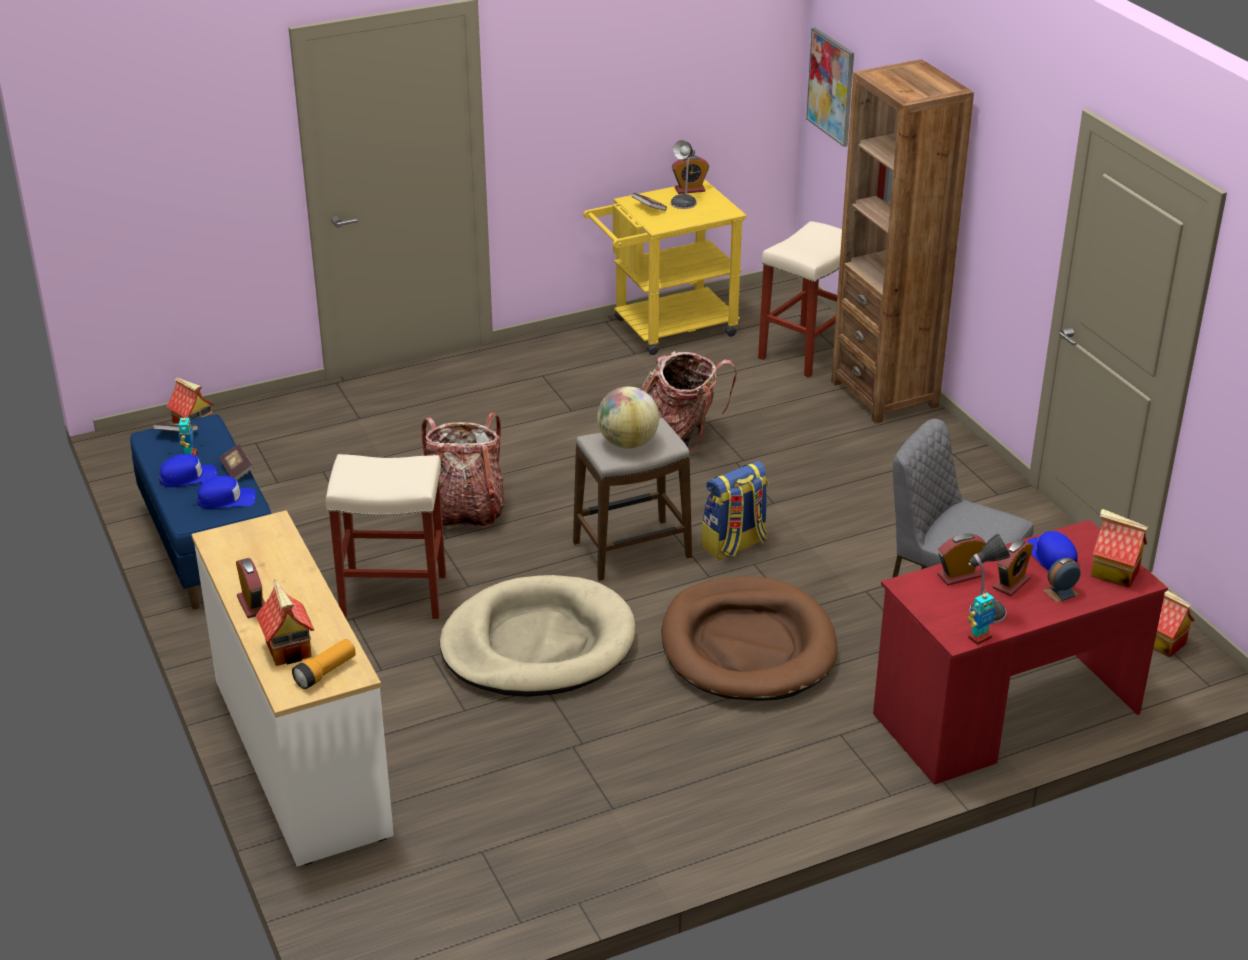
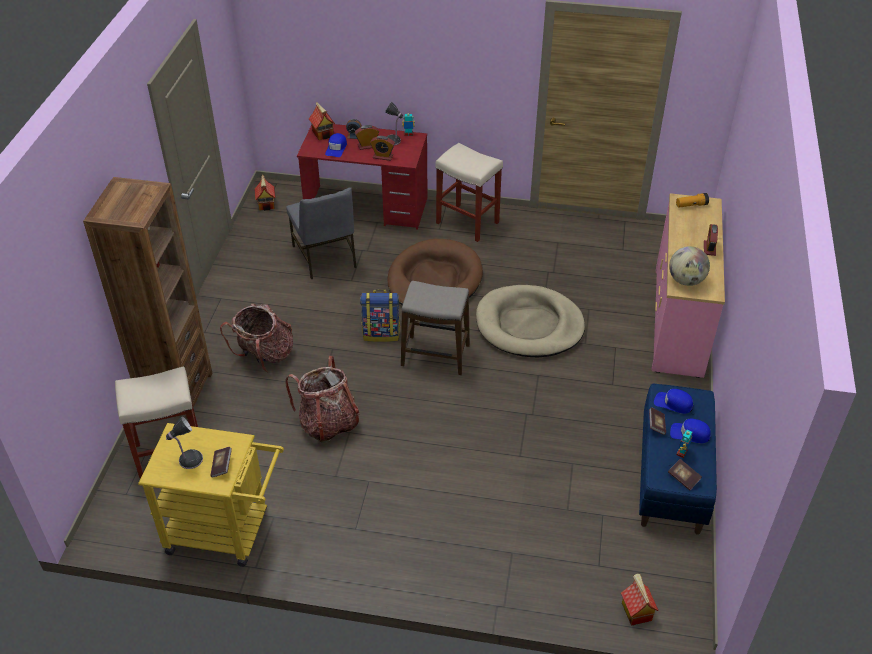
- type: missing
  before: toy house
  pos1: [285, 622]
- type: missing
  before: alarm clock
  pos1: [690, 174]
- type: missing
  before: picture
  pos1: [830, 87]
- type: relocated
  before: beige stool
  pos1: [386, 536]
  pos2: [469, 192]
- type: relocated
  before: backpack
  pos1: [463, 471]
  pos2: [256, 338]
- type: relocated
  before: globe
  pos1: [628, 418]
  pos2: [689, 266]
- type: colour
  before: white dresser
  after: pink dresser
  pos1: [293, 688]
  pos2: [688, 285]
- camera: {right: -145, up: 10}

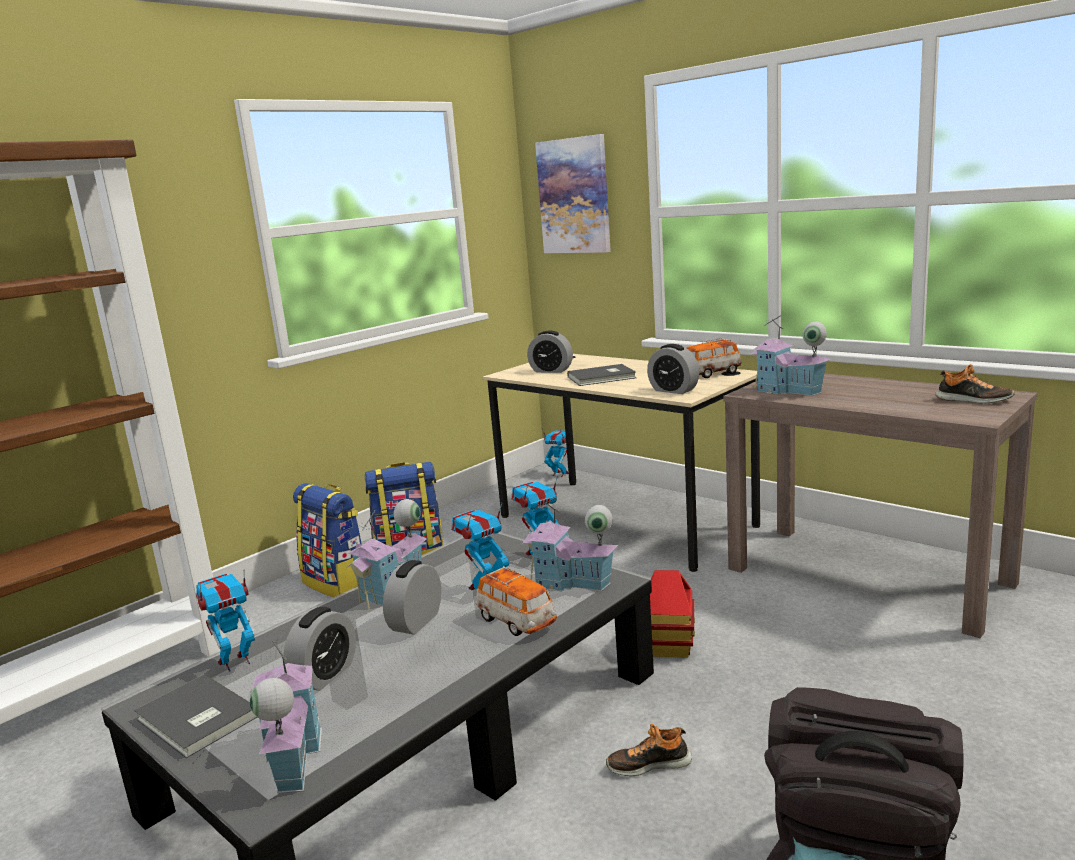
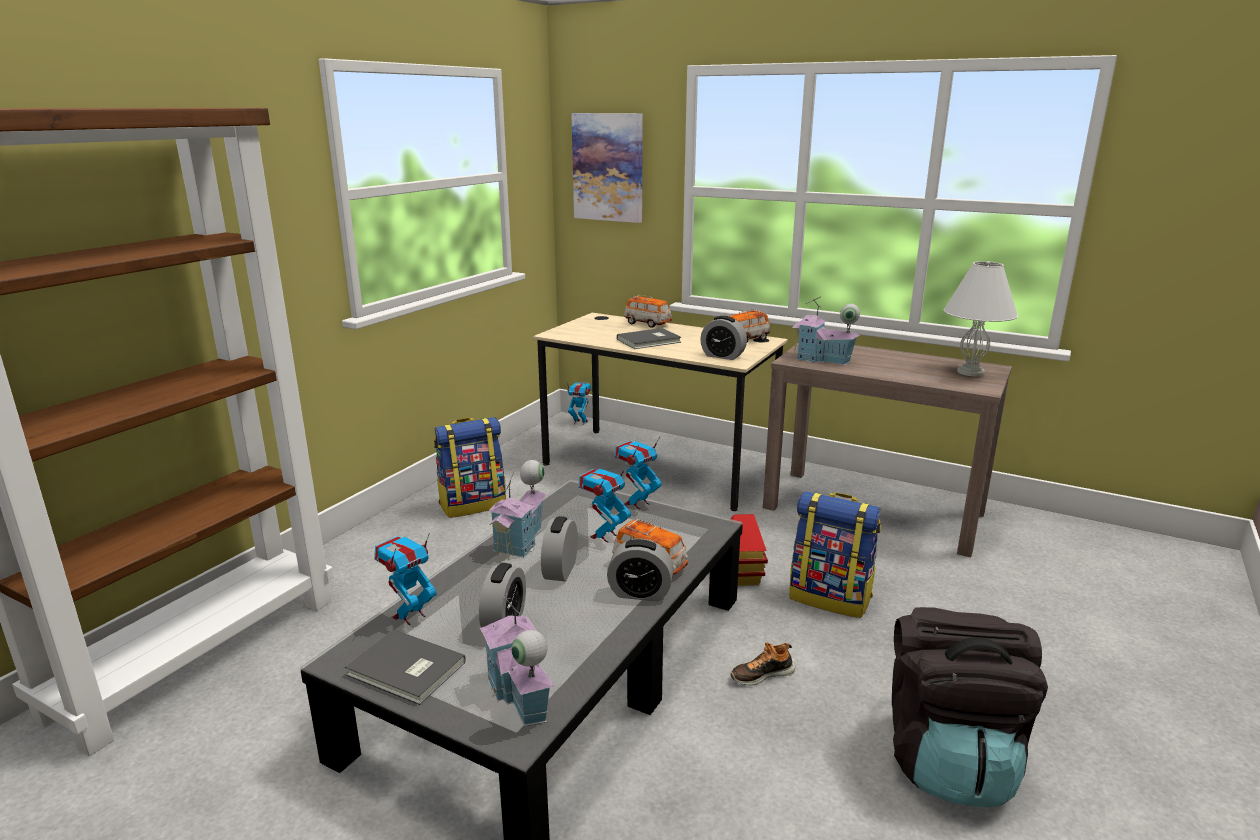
- type: missing
  before: toy house
  pos1: [570, 545]
- type: appeared
  after: toy car
  pos2: [648, 311]
- type: relocated
  before: backpack
  pos1: [327, 540]
  pos2: [835, 554]
- type: relocated
  before: alarm clock
  pos1: [550, 351]
  pos2: [640, 570]
- type: exchanged
  before: shoe
  after: white table lamp
  pos1: [975, 384]
  pos2: [981, 318]
- camera: {right: -15, up: 5}

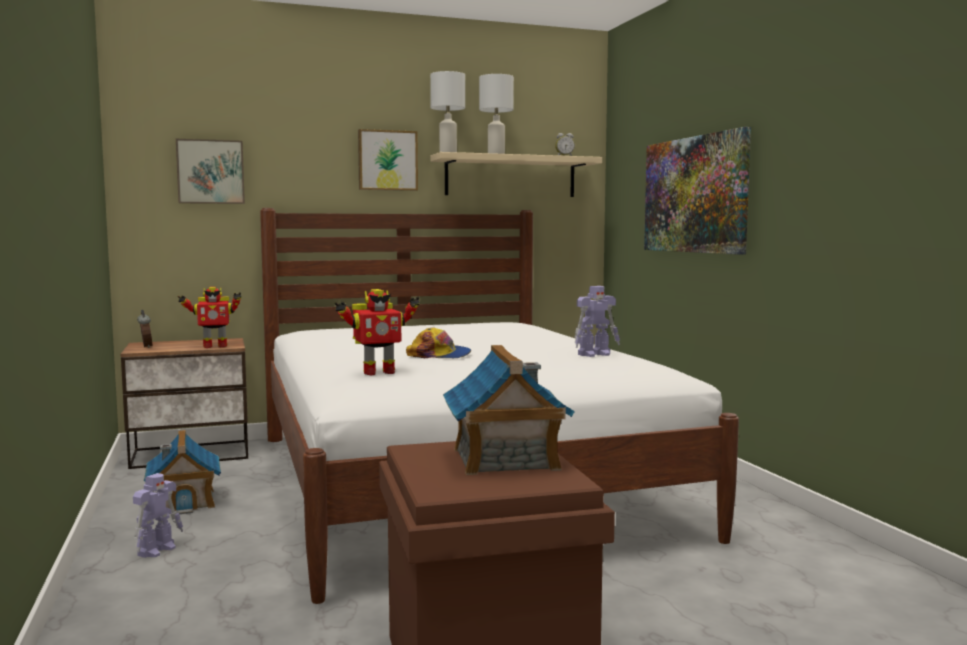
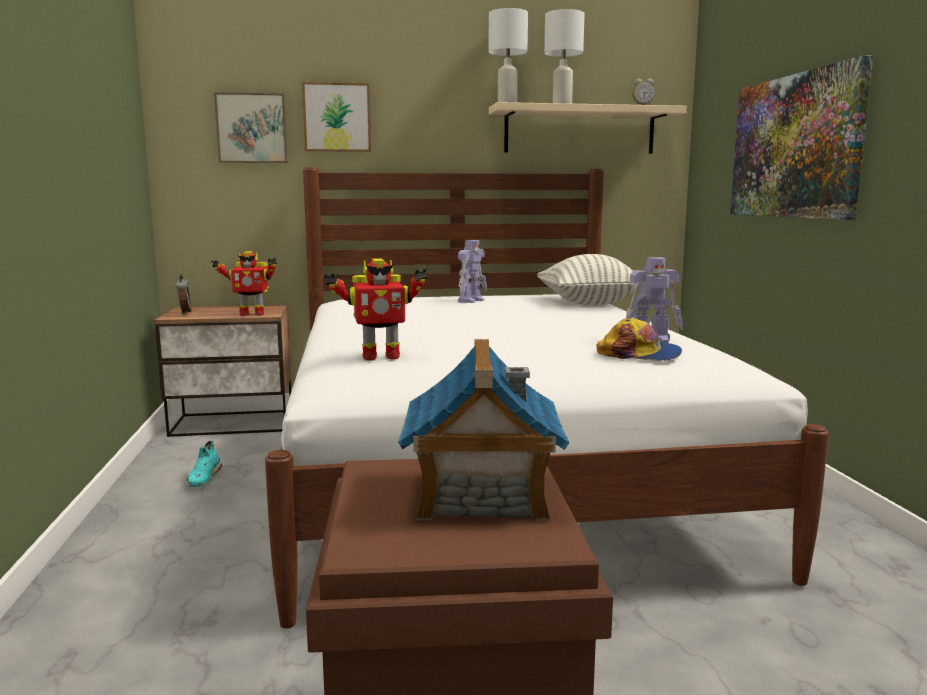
- type: appeared
  after: pillow
  pos2: [586, 279]
- type: relocated
  before: toy robot
  pos1: [158, 515]
  pos2: [472, 271]
- type: relocated
  before: picture
  pos1: [388, 160]
  pos2: [336, 117]
- type: relocated
  before: cap
  pos1: [438, 342]
  pos2: [639, 339]
- type: exchanged
  before: toy house
  after: turquoise shoe
  pos1: [182, 472]
  pos2: [203, 464]
- camera: {right: 10, up: 5}

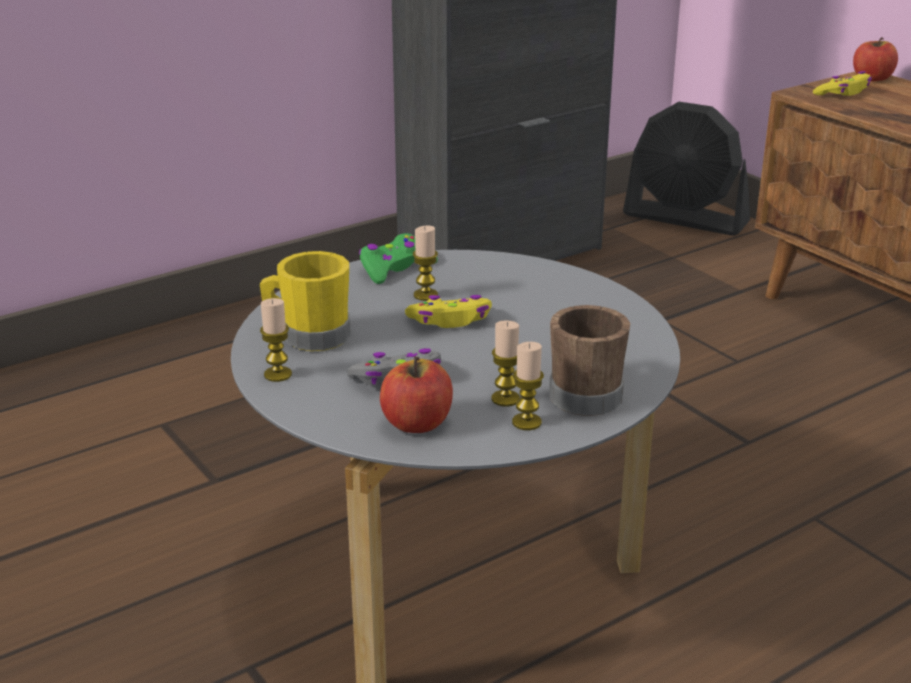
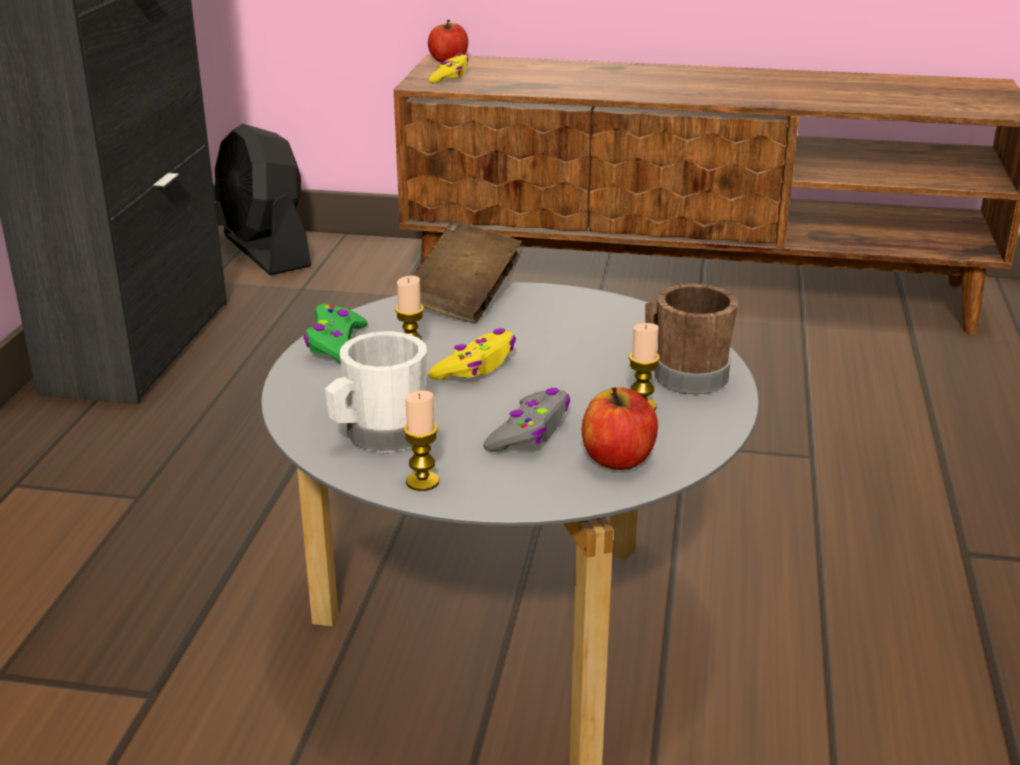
- type: missing
  before: candle
  pos1: [528, 386]
- type: appeared
  after: brown book
  pos2: [467, 271]
- type: colour
  before: yellow mug
  after: white mug
  pos1: [305, 301]
  pos2: [376, 391]
- type: spun
  before: black fan
  pos1: [686, 169]
  pos2: [263, 199]
  turn: 75
- camera: {right: -45, up: 0}

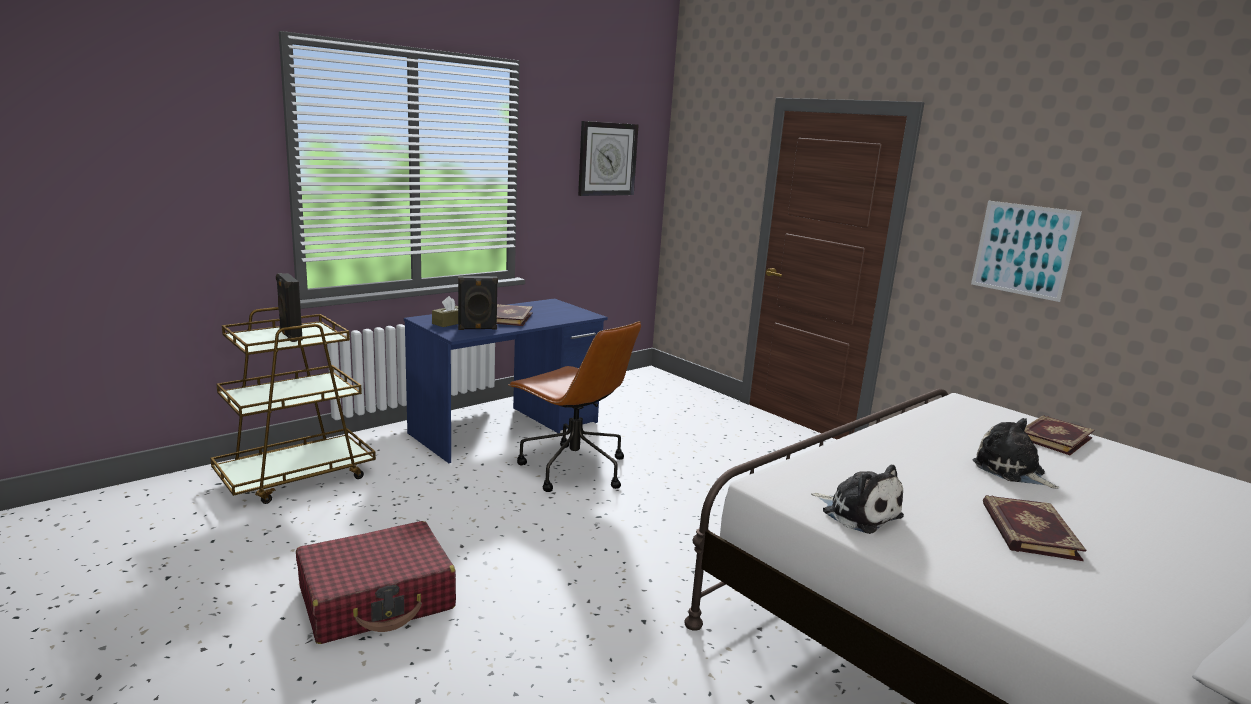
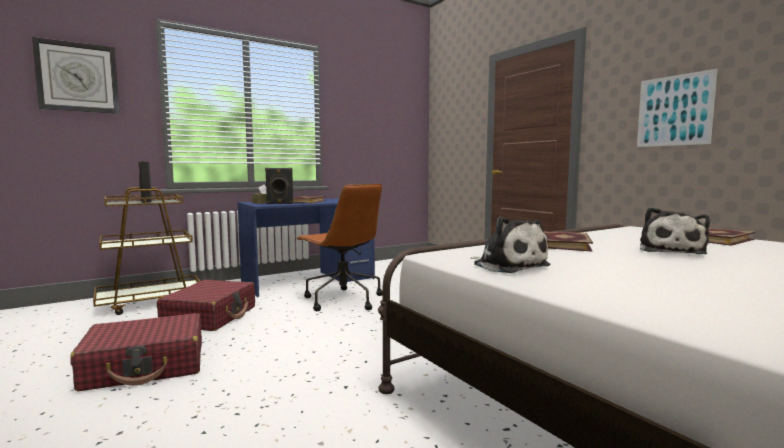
- type: appeared
  after: red suitcase
  pos2: [206, 305]
- type: relocated
  before: wall clock
  pos1: [608, 158]
  pos2: [76, 75]
- type: relocated
  before: book
  pos1: [1034, 528]
  pos2: [568, 241]
- type: spun
  before: plush toy
  pos1: [1016, 453]
  pos2: [675, 230]
  turn: -135
- camera: {right: 10, up: -10}

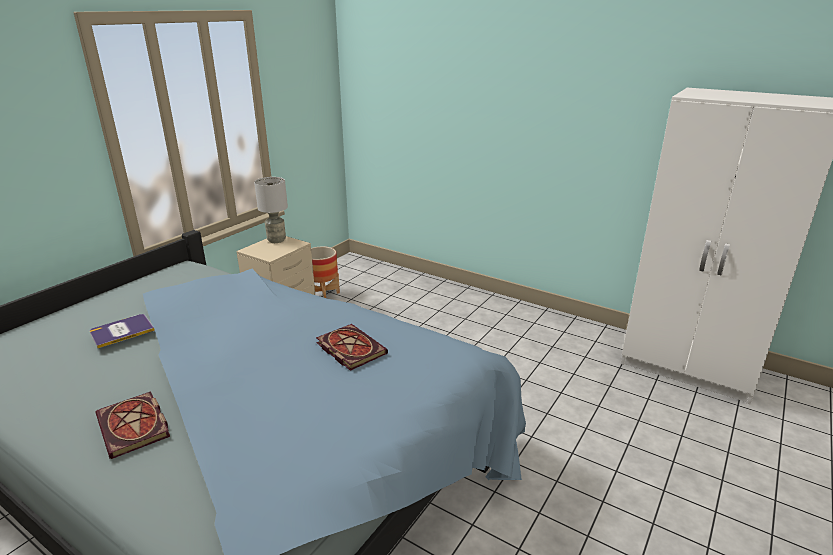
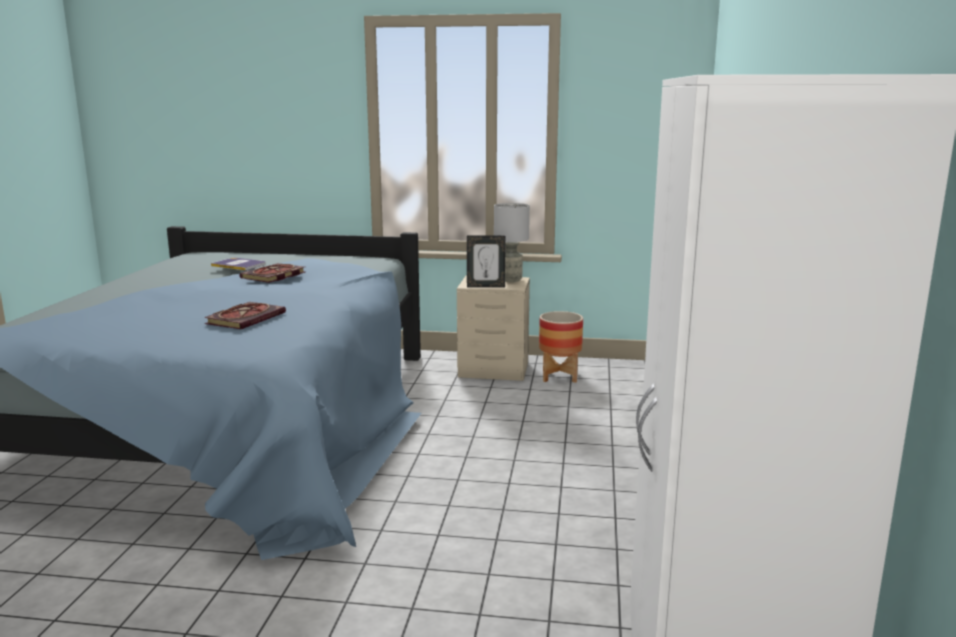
- type: appeared
  after: picture frame
  pos2: [486, 261]
- type: relocated
  before: book
  pos1: [132, 425]
  pos2: [272, 273]
- camera: {right: 65, up: -10}

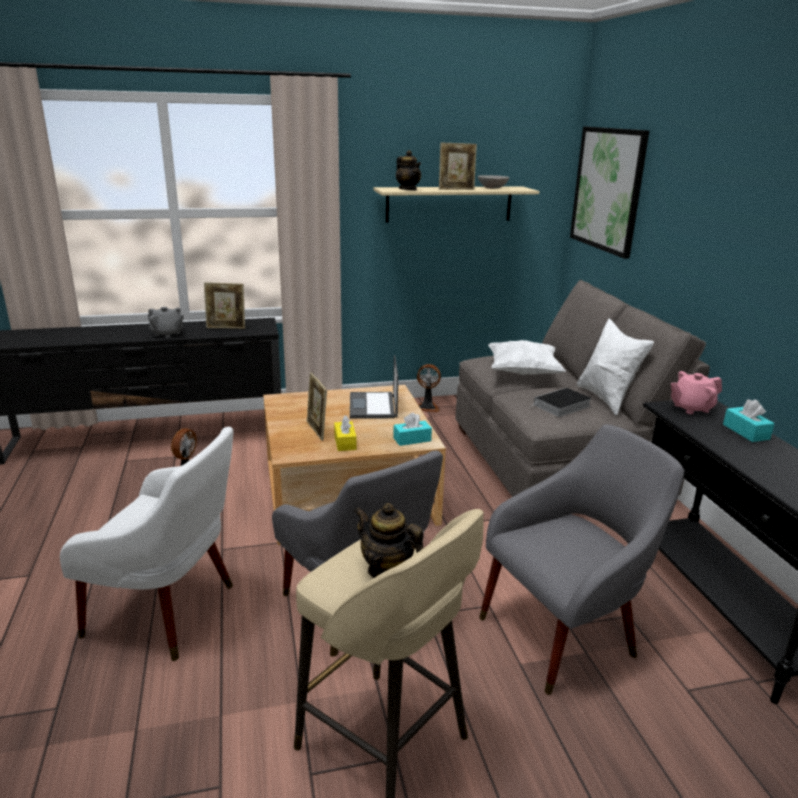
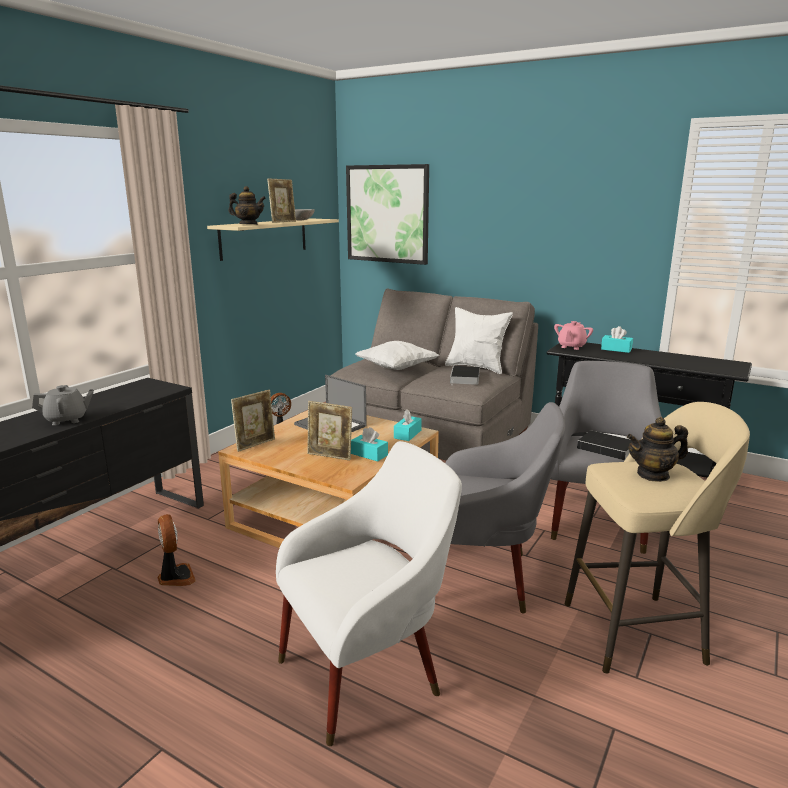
- type: appeared
  after: book
  pos2: [604, 445]
- type: relocated
  before: picture frame
  pos1: [224, 305]
  pos2: [253, 421]
- type: colour
  before: yellow tissue box
  after: turquoise tissue box
  pos1: [345, 433]
  pos2: [369, 444]
- camera: {right: -45, up: -5}

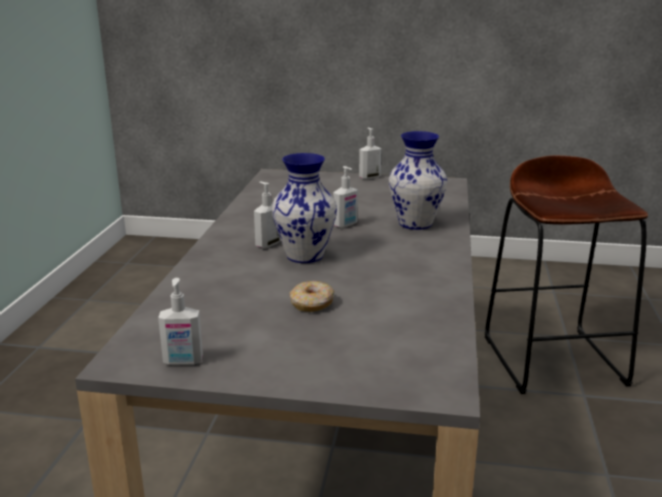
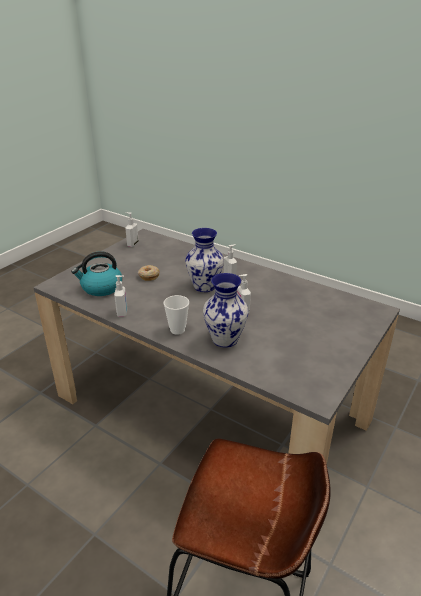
- type: appeared
  after: kettle
  pos2: [96, 273]
- type: appeared
  after: cup
  pos2: [176, 315]
- type: relocated
  before: soap dispenser
  pos1: [370, 153]
  pos2: [121, 296]
- camera: {right: 115, up: 10}

